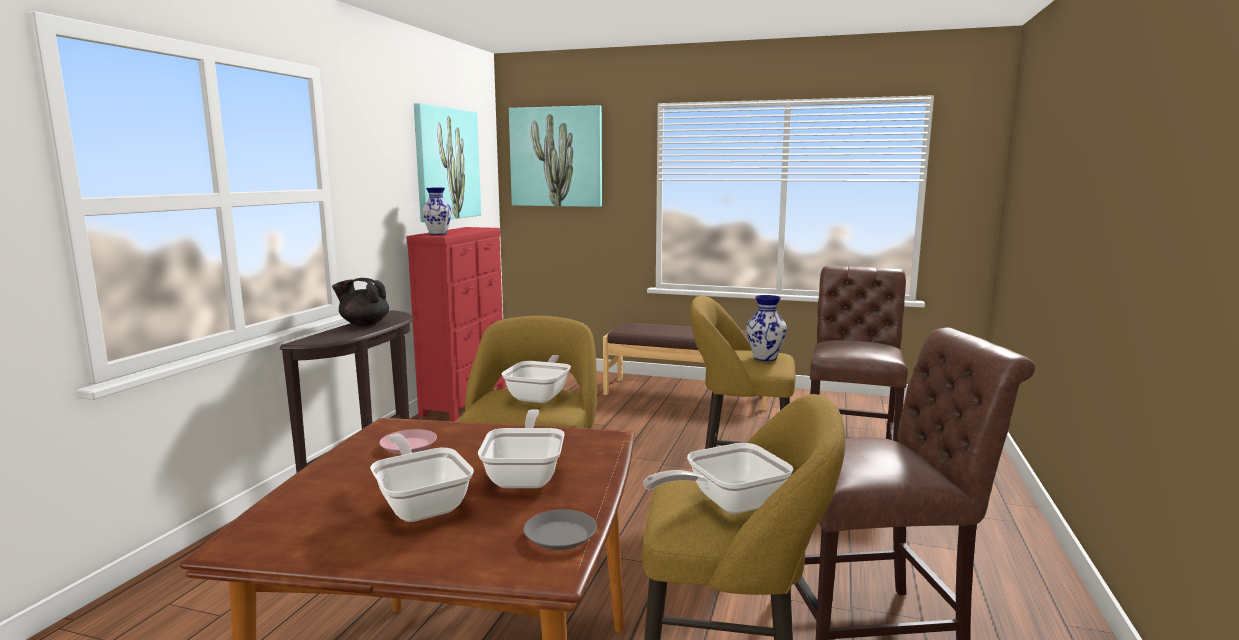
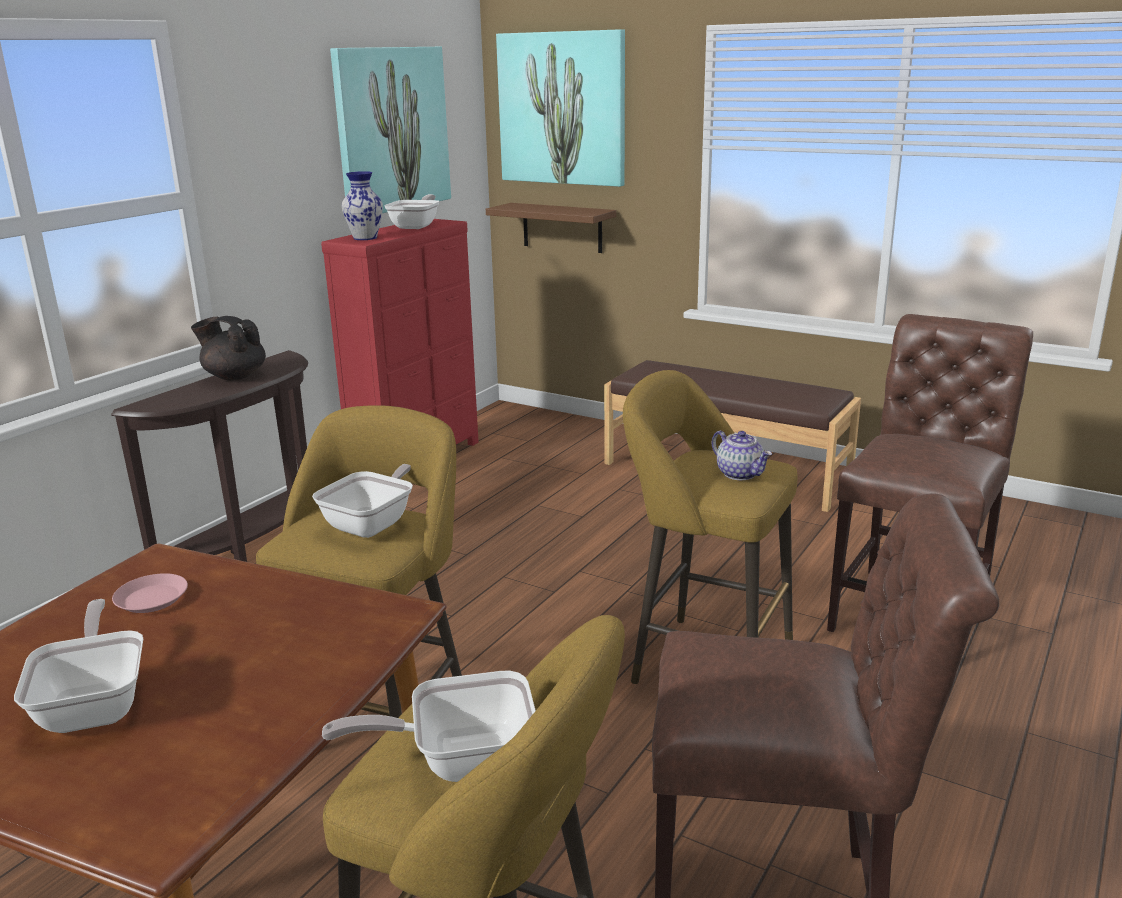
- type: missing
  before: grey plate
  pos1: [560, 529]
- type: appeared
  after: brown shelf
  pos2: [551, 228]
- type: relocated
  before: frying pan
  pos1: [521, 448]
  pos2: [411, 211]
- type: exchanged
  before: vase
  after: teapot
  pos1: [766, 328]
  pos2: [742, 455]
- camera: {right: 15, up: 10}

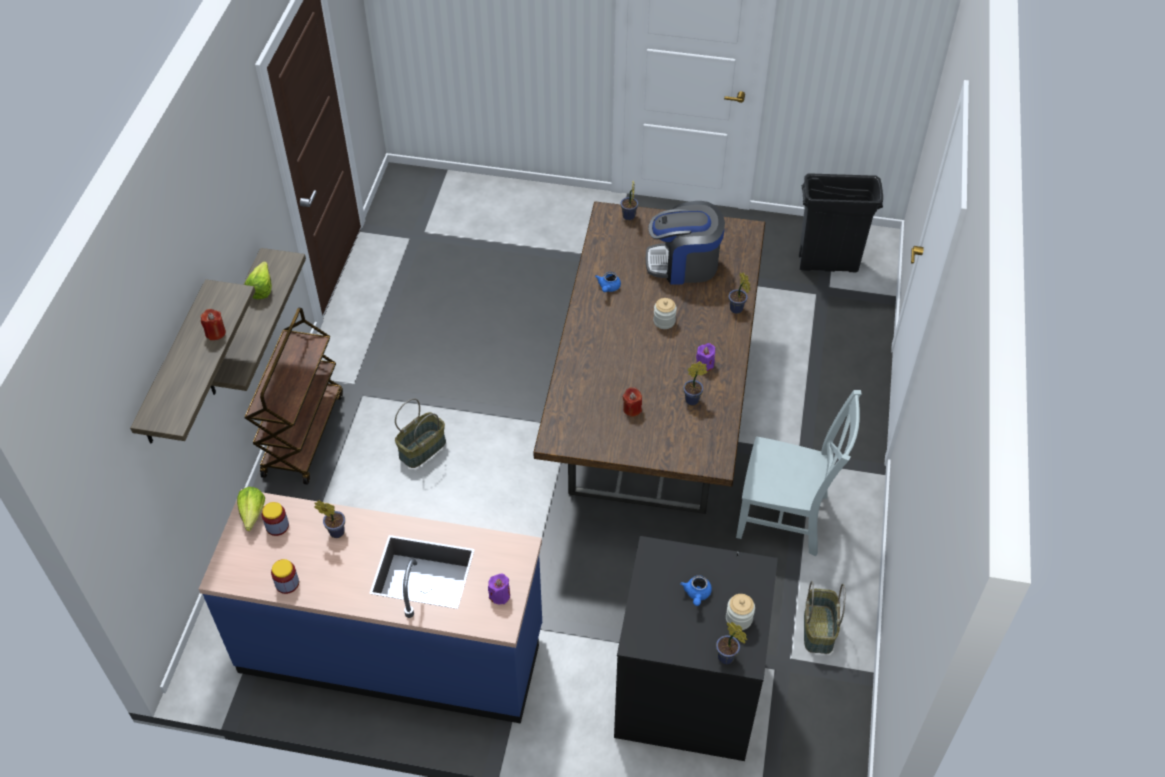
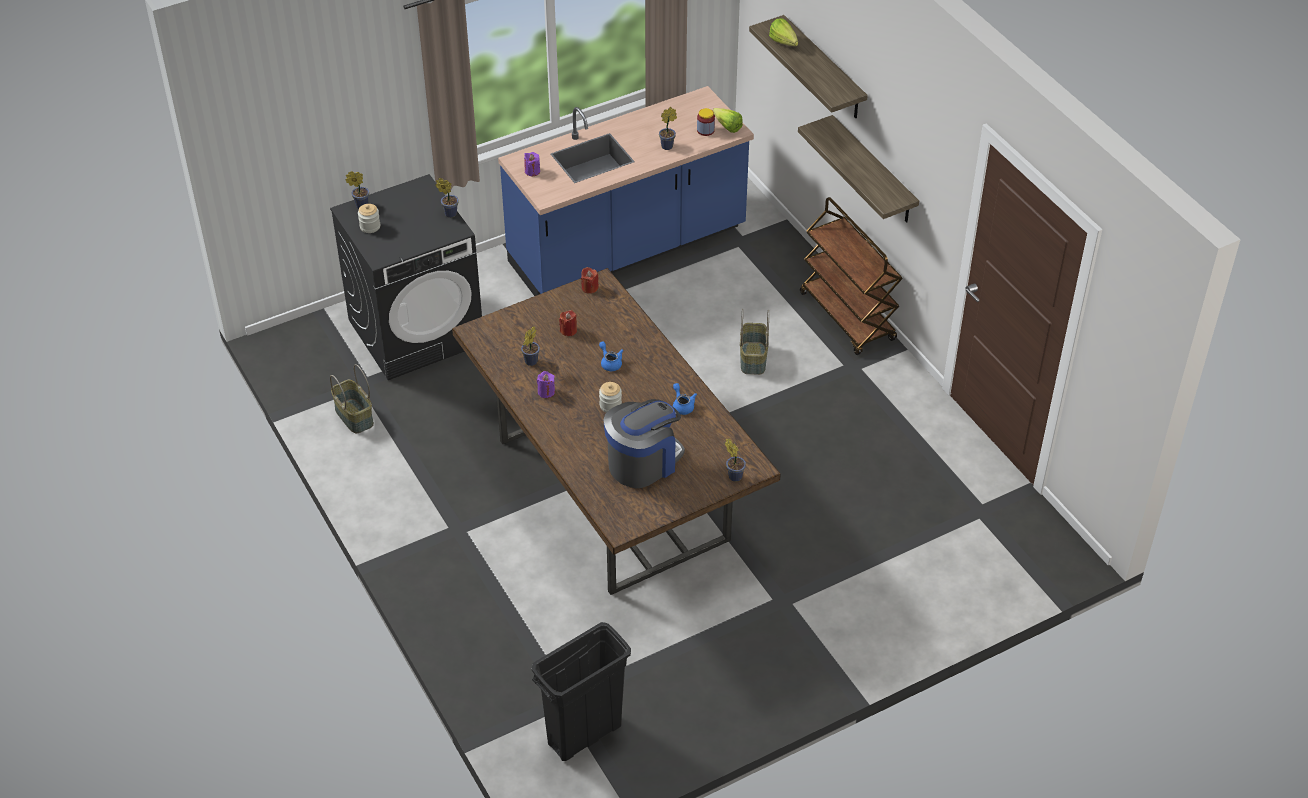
- type: missing
  before: jar
  pos1: [285, 576]
- type: missing
  before: grey chair
  pos1: [799, 473]
- type: relocated
  before: red candle
  pos1: [213, 324]
  pos2: [590, 280]
- type: relocated
  before: lettuce
  pos1: [258, 280]
  pos2: [783, 32]
- type: relocated
  before: blue teapot
  pos1: [696, 590]
  pos2: [611, 356]
- type: relocated
  before: potted plant
  pos1: [739, 293]
  pos2: [446, 198]
- camera: {right: 140, up: -5}

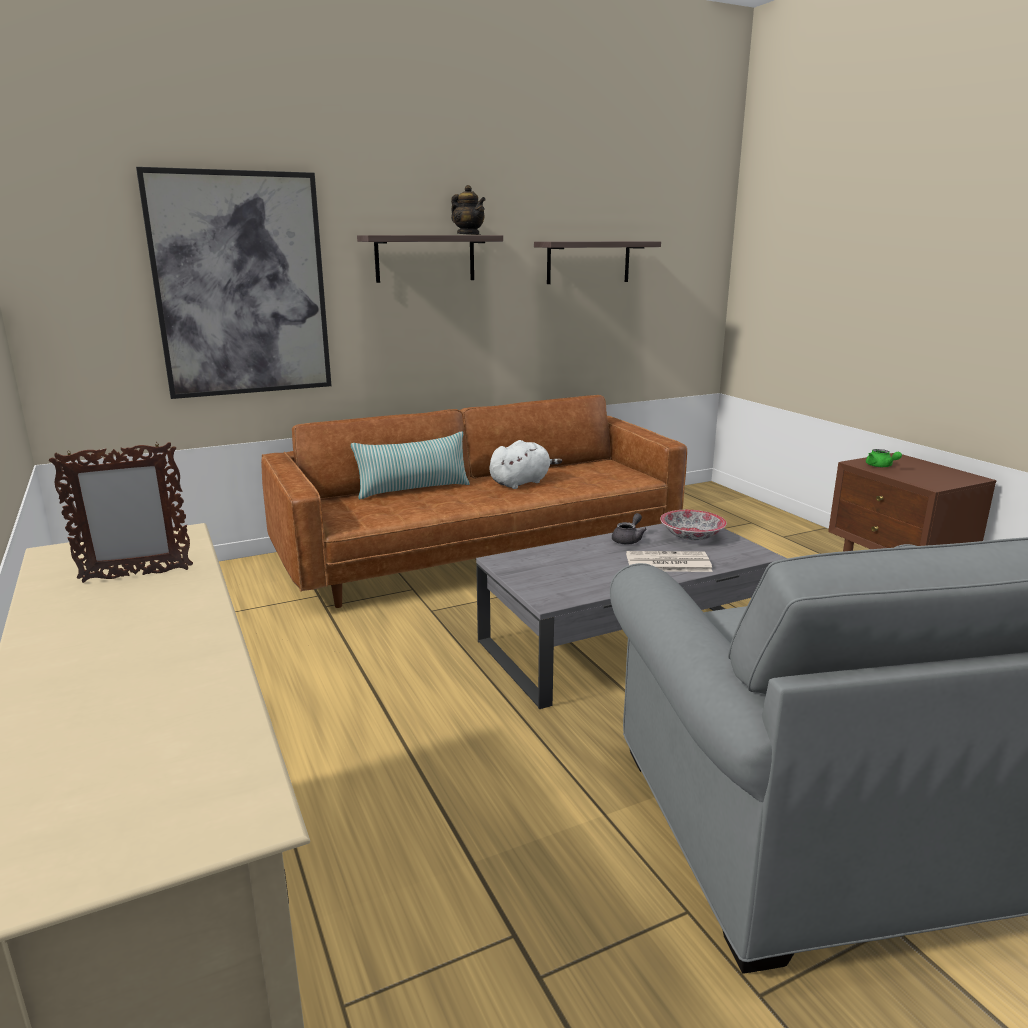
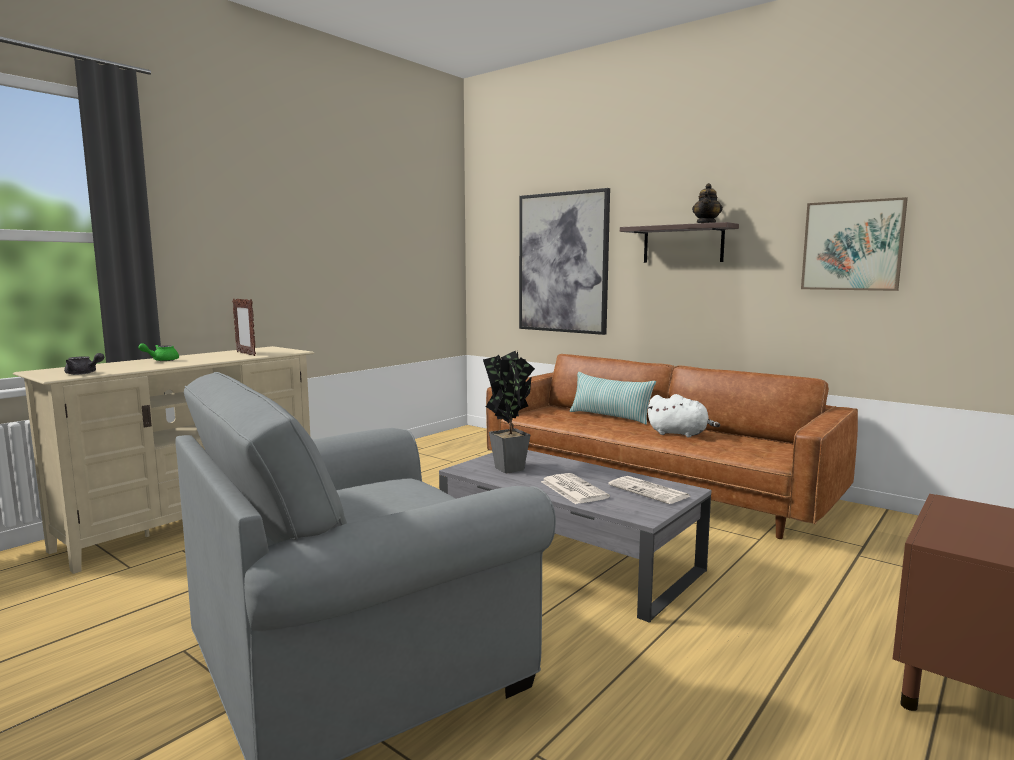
- type: appeared
  after: potted plant
  pos2: [509, 412]
- type: relocated
  before: grey teapot
  pos1: [629, 528]
  pos2: [84, 364]
- type: relocated
  before: green teapot
  pos1: [884, 458]
  pos2: [158, 352]
- type: exchanged
  before: shelf
  after: picture
  pos1: [597, 262]
  pos2: [854, 244]
- type: exchanged
  before: bowl
  after: newspaper
  pos1: [693, 525]
  pos2: [649, 490]
- camera: {right: 65, up: -10}

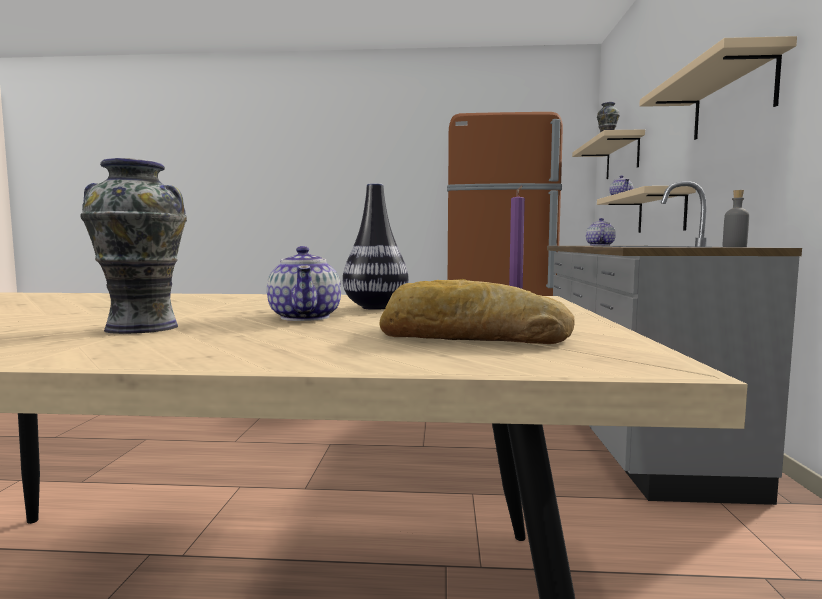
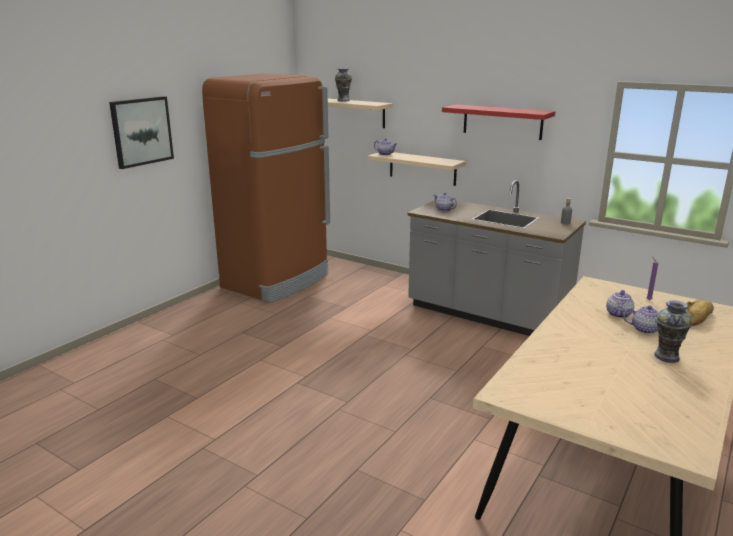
- type: appeared
  after: picture
  pos2: [141, 132]
- type: exchanged
  before: vase
  after: teapot
  pos1: [376, 246]
  pos2: [620, 304]
- type: colour
  before: beige shelf
  after: red shelf
  pos1: [718, 88]
  pos2: [498, 122]
- camera: {right: -60, up: 15}

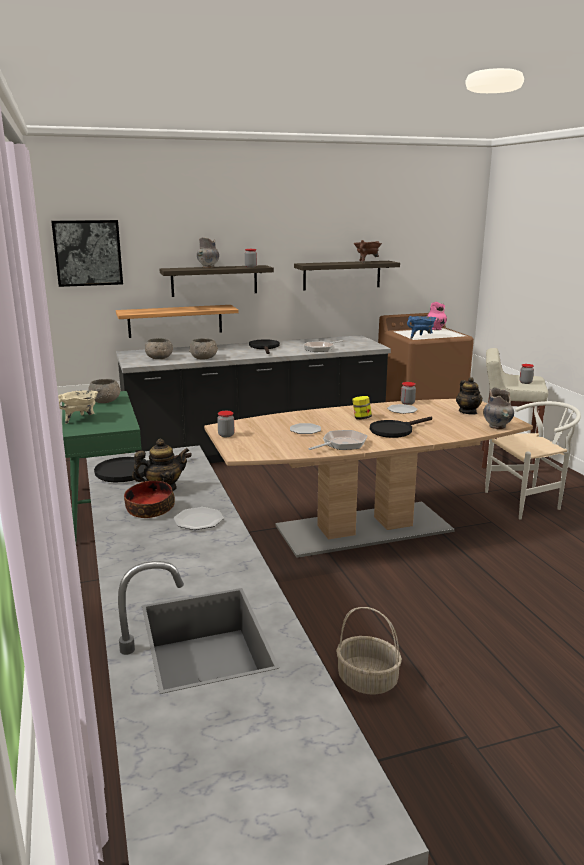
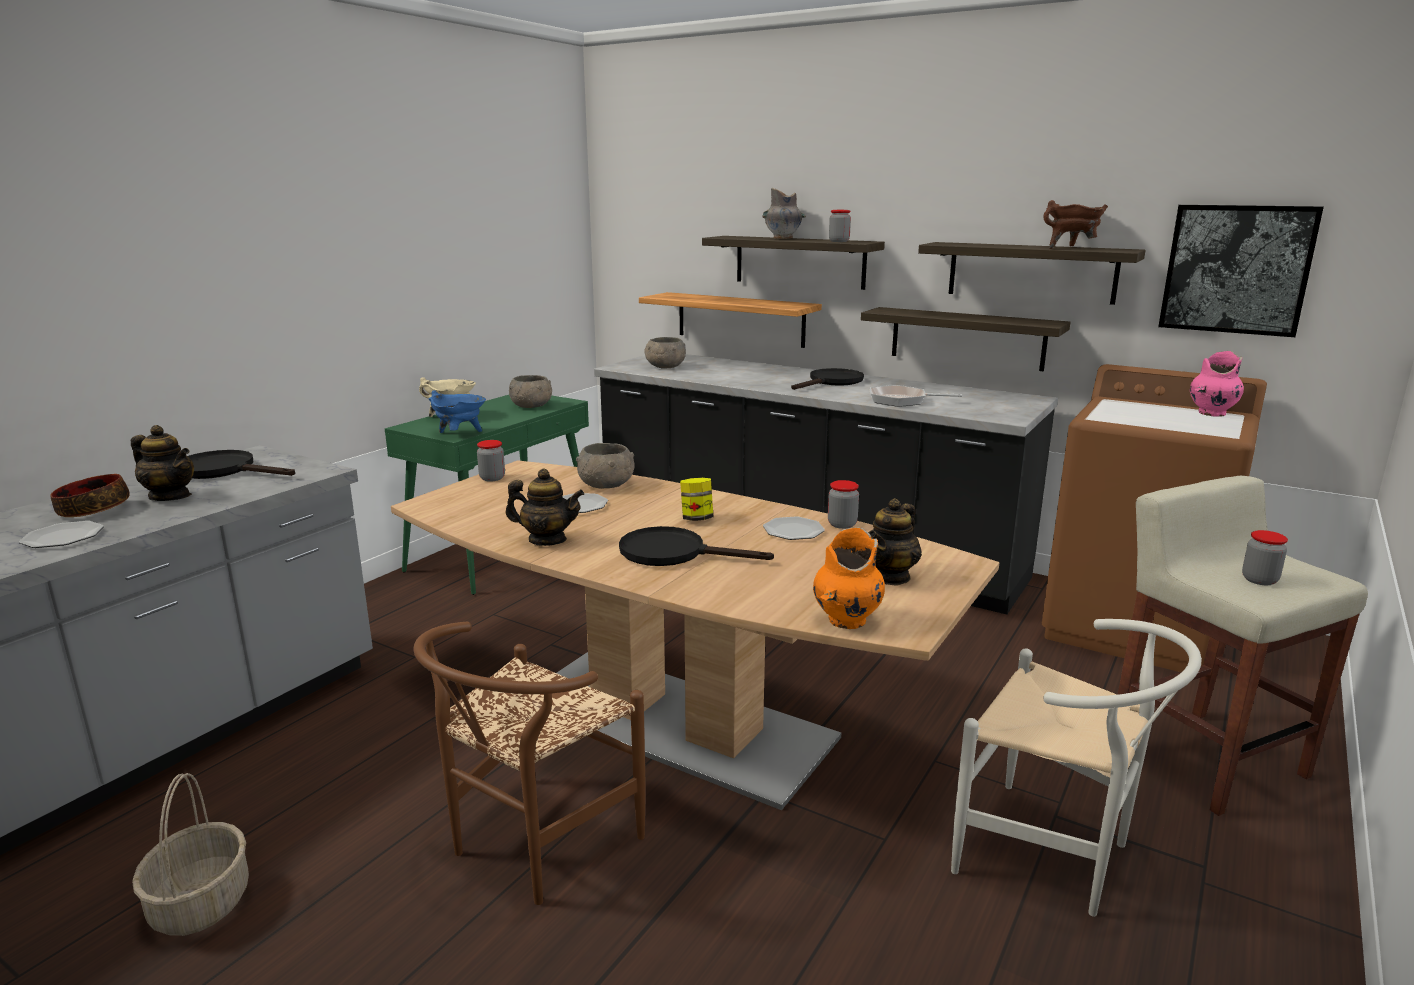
- type: appeared
  after: brown chair
  pos2: [529, 763]
- type: appeared
  after: shelf
  pos2: [965, 339]
- type: relocated
  before: picture
  pos1: [87, 253]
  pos2: [1241, 271]
- type: relocated
  before: grey bowl
  pos1: [203, 348]
  pos2: [605, 466]
- type: relocated
  before: blue cooking pot
  pos1: [421, 327]
  pos2: [457, 411]
- type: exchanged
  before: frying pan
  after: teapot
  pos1: [338, 440]
  pos2: [544, 507]
- type: colour
  before: grey vase
  after: orange vase
  pos1: [498, 408]
  pos2: [849, 578]
- camera: {right: 50, up: 0}

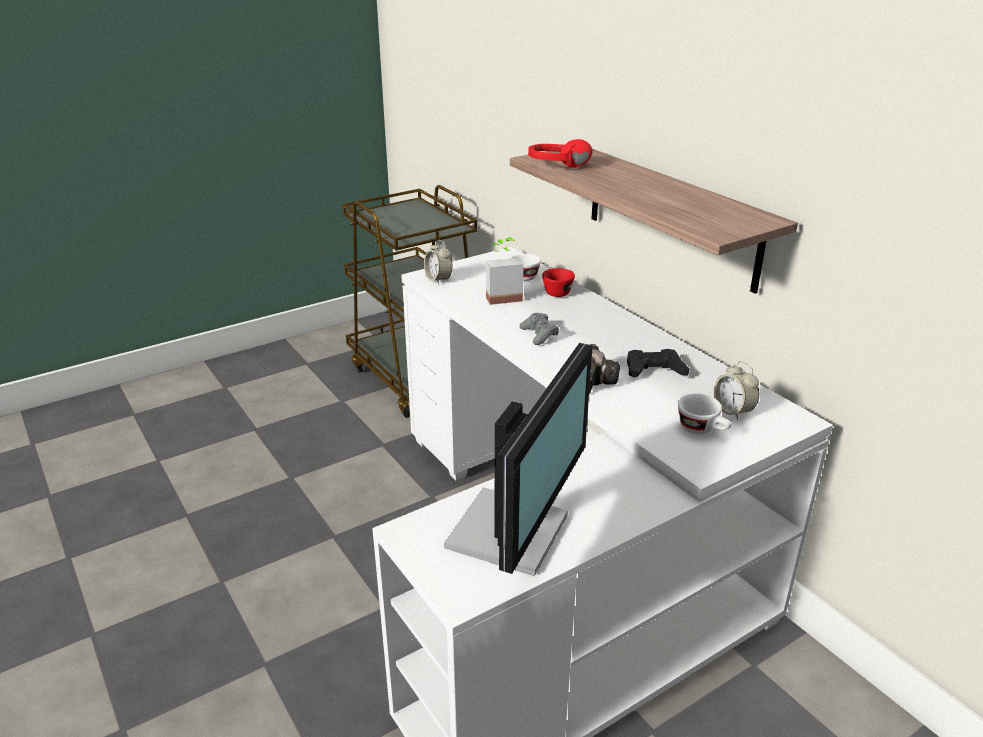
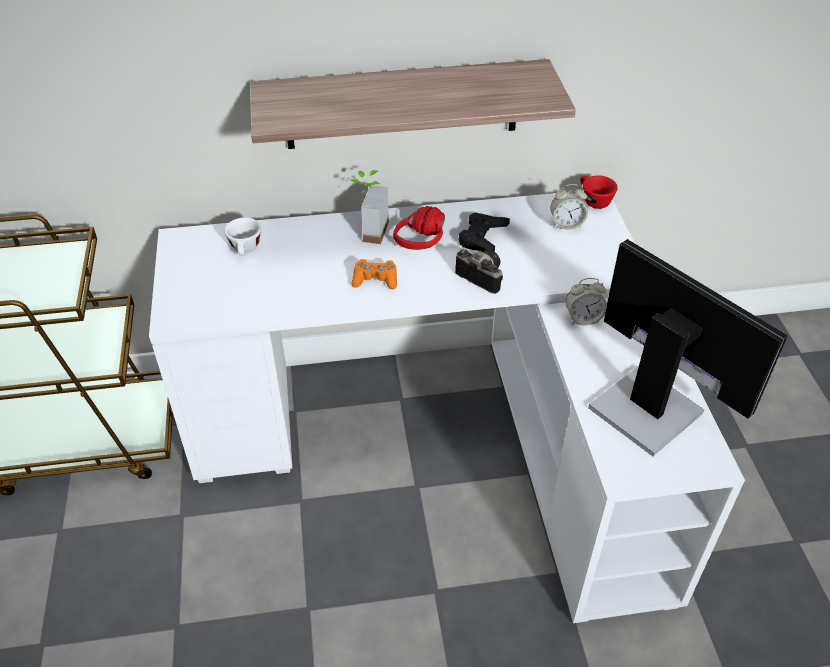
- type: missing
  before: white cup
  pos1: [704, 413]
- type: relocated
  before: alarm clock
  pos1: [438, 262]
  pos2: [586, 302]
- type: relocated
  before: potted plant
  pos1: [505, 271]
  pos2: [369, 207]
- type: relocated
  before: red headphones
  pos1: [560, 153]
  pos2: [419, 228]
- type: relocated
  before: red cup
  pos1: [558, 282]
  pos2: [599, 192]
- type: colour
  before: grey game controller
  after: orange game controller
  pos1: [539, 329]
  pos2: [374, 274]
- camera: {right: -65, up: 15}

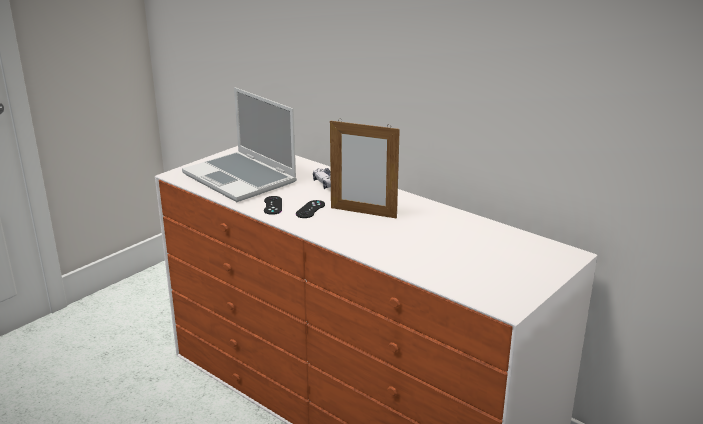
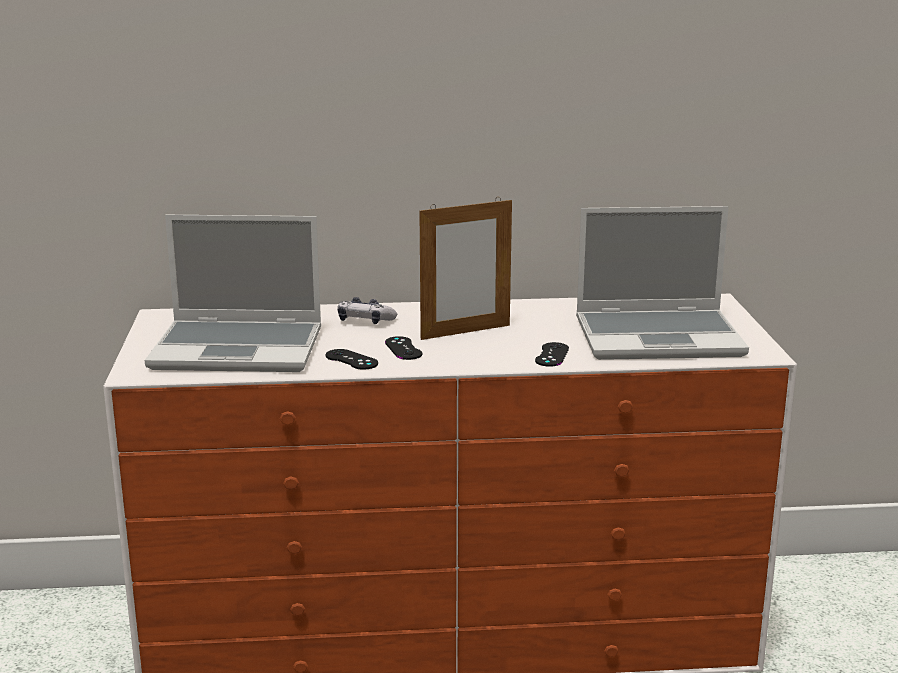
- type: appeared
  after: black game controller
  pos2: [552, 354]
- type: appeared
  after: laptop
  pos2: [662, 283]
- camera: {right: -45, up: -5}

